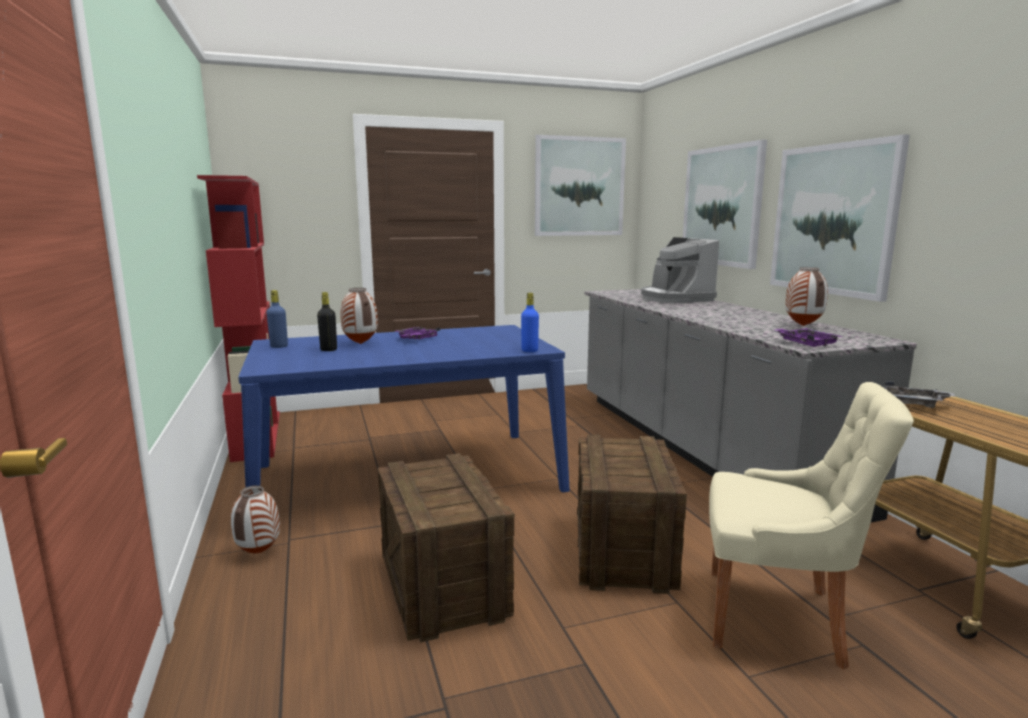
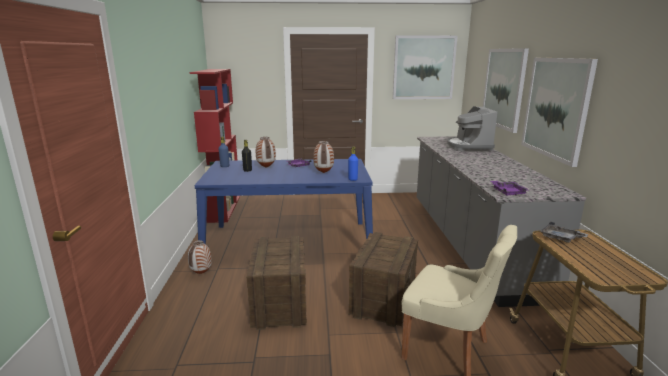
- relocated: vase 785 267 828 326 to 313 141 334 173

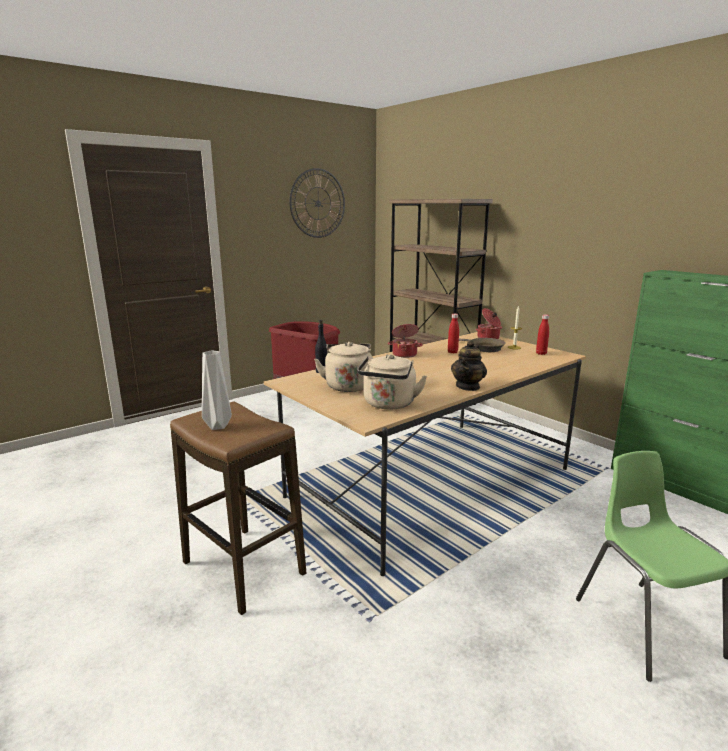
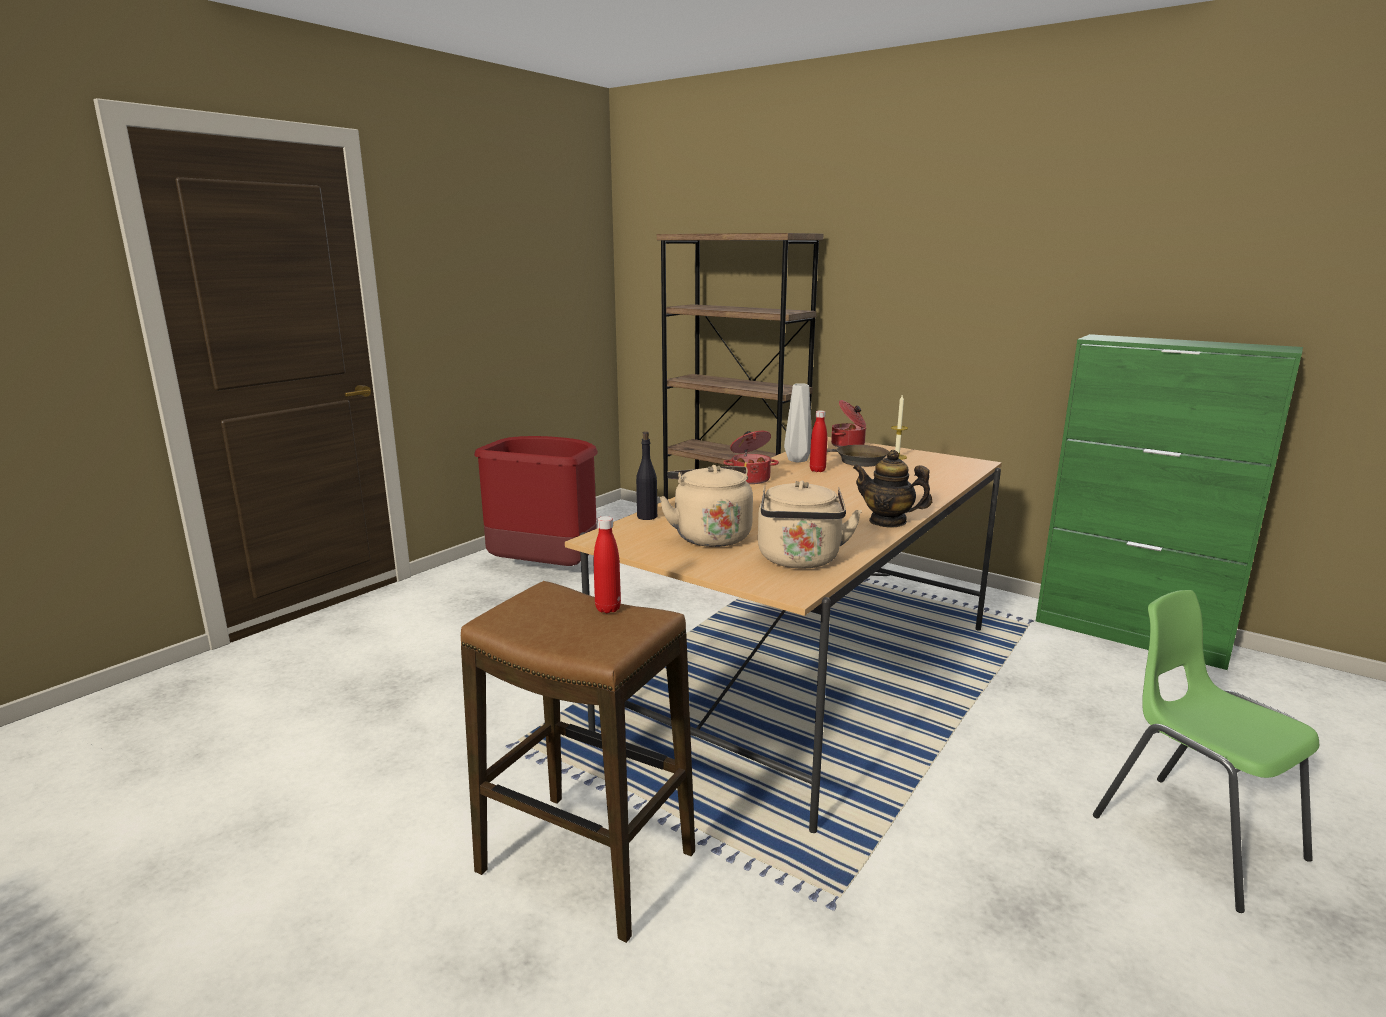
- missing: wall clock 290 168 345 238
- relocated: grey vase 202 351 232 430 to 784 383 812 463
- relocated: red bottle 536 315 549 355 to 594 516 621 613
- spun: teapot 451 340 487 391 = 853 450 932 528 105 degrees clockwise

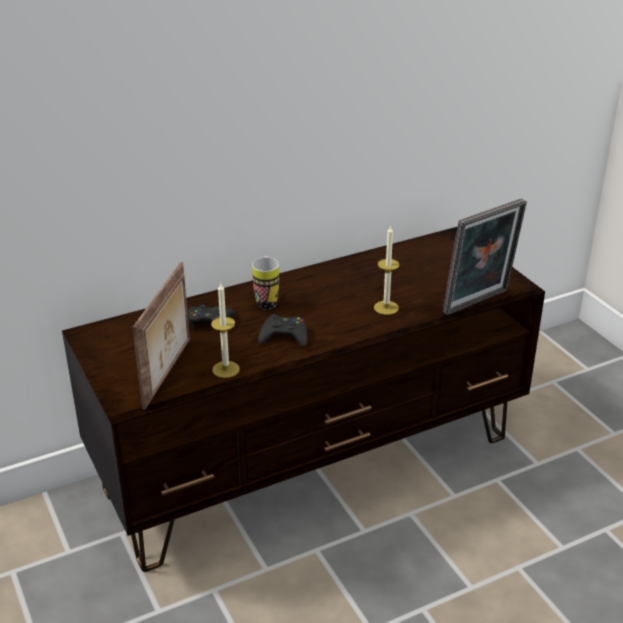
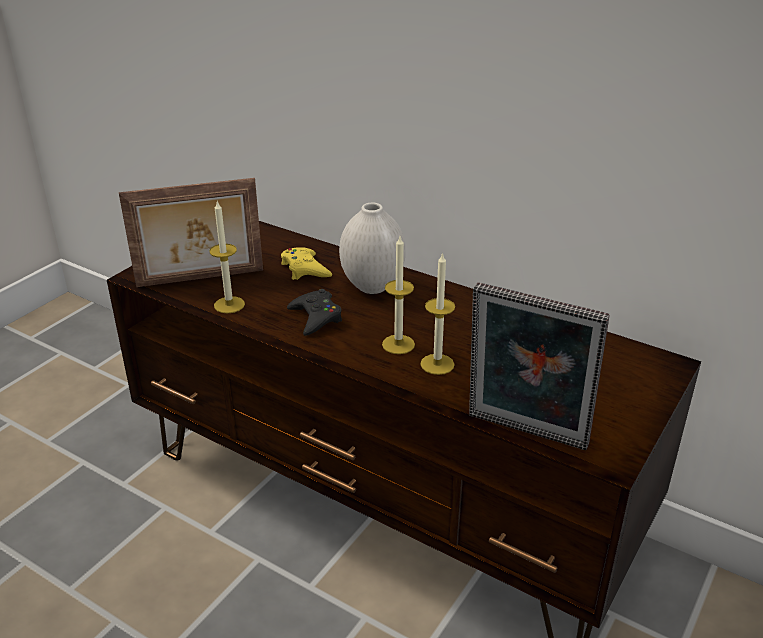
- appeared: candle 382 236 415 354
- exchanged: mug 252 256 279 310 to white vase 339 203 406 294
- colour: black game controller 188 305 236 329 to yellow game controller 281 247 332 280

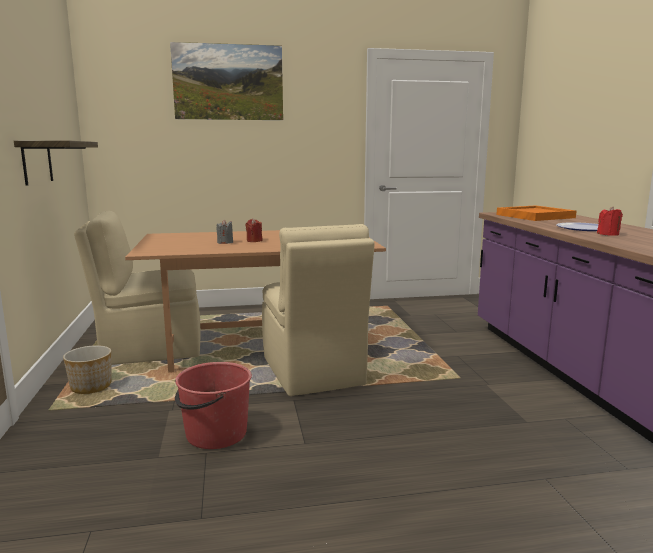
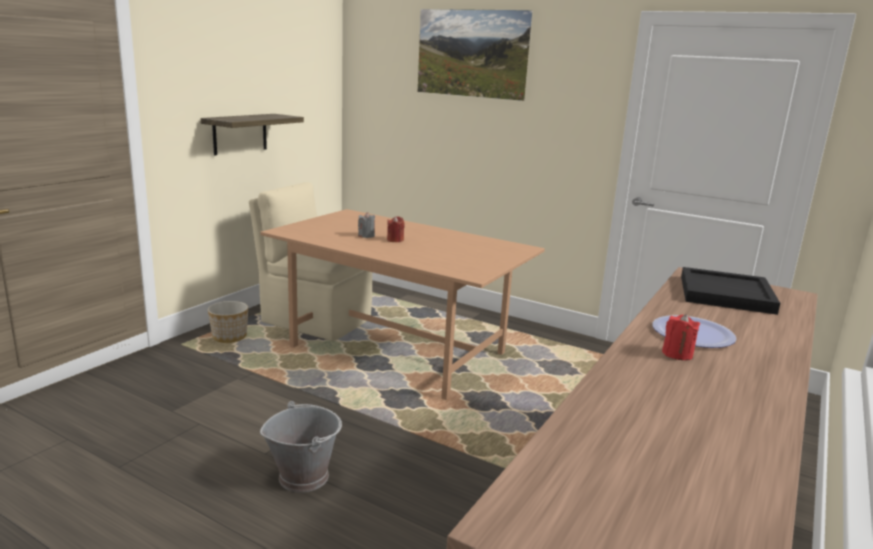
- missing: red bucket 175 362 252 449
- missing: beige chair 262 224 375 396
- appeared: grey bucket 260 401 342 492
- colour: orange tray 496 205 576 221 to black tray 681 267 780 315

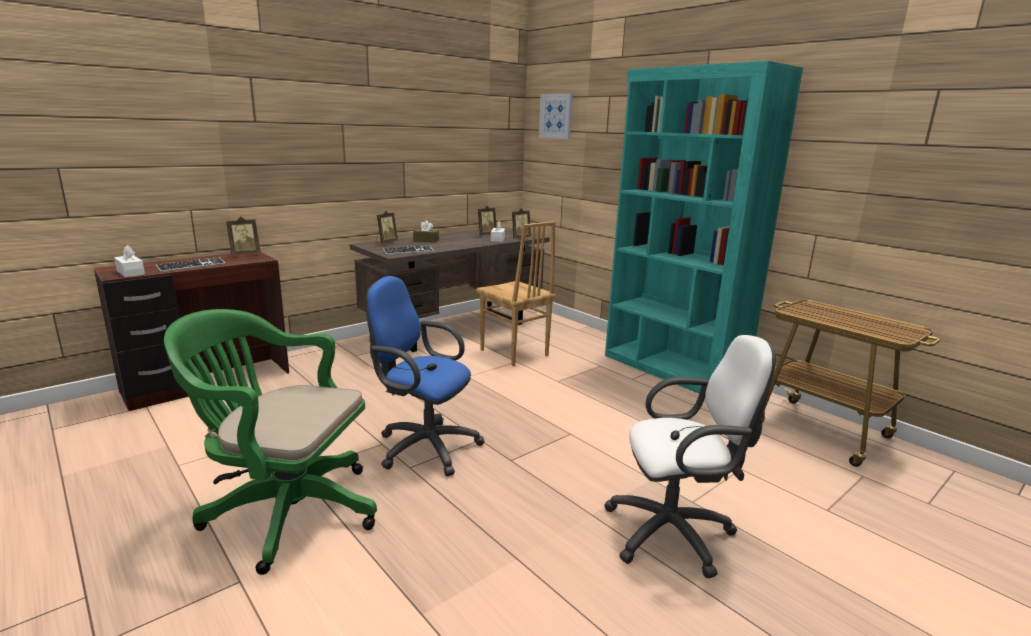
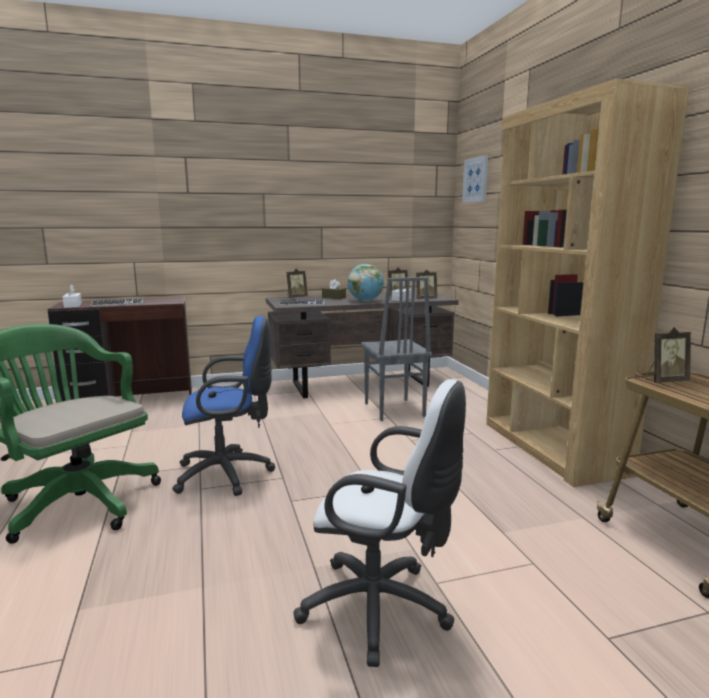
- appeared: globe 348 264 384 301
- relocated: picture frame 226 216 260 255 to 646 327 691 383
- colour: brown chair 476 221 555 366 to grey chair 361 277 432 421
- colour: turquoise bookcase 605 61 803 393 to brown bookcase 486 79 690 487
- spun: blue office chair 366 276 484 476 = 172 316 275 496 120 degrees clockwise

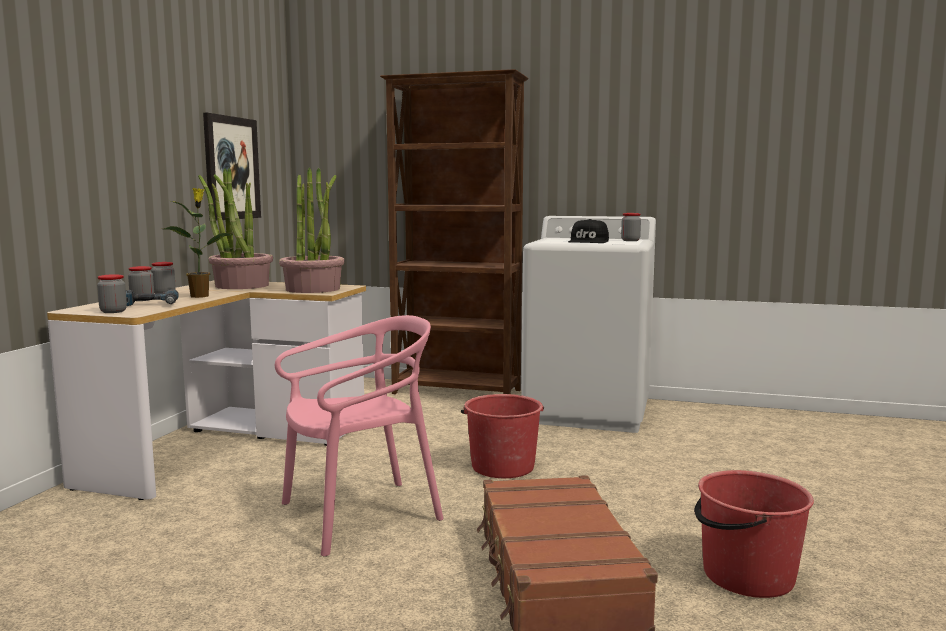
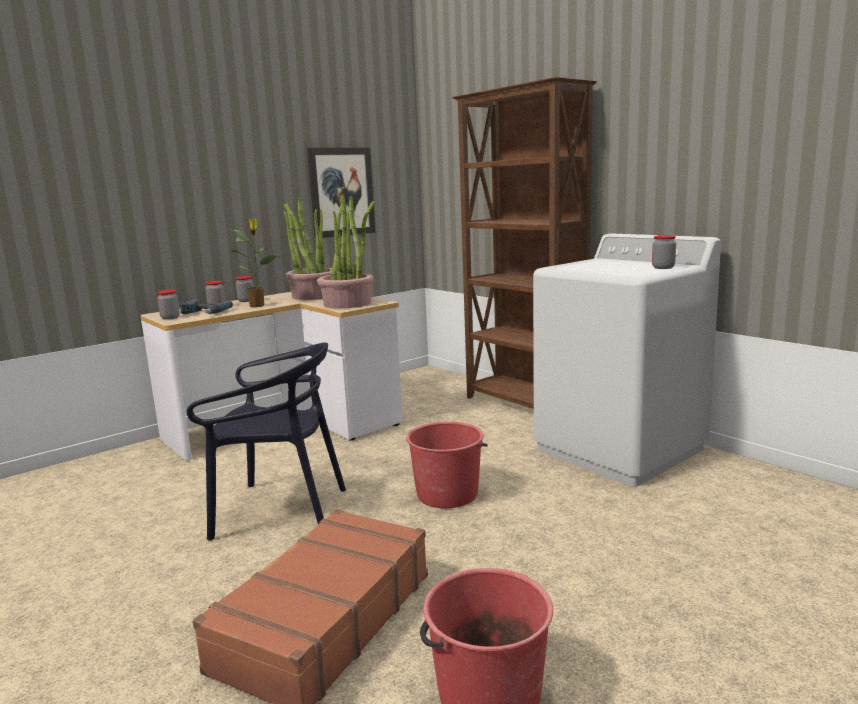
- missing: black cap 568 219 609 243
- colour: pink chair 275 315 444 557 to black chair 187 343 346 540

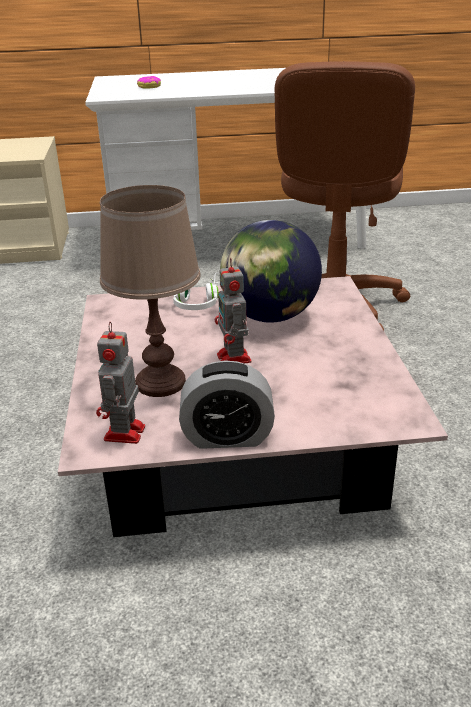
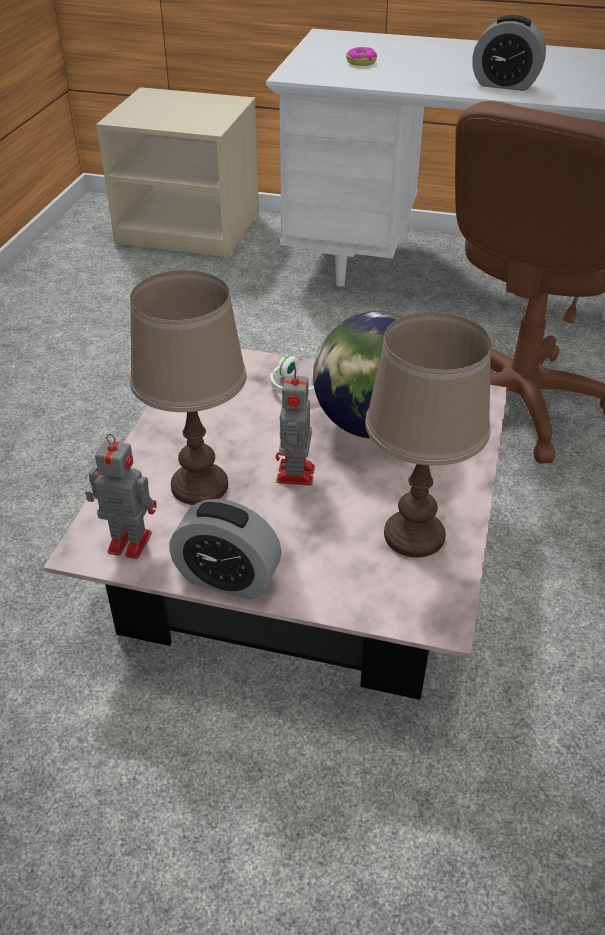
- appeared: brown table lamp 365 312 492 557
- appeared: alarm clock 472 15 546 91
- spun: toy robot 96 322 145 444 = 85 434 157 559 75 degrees clockwise

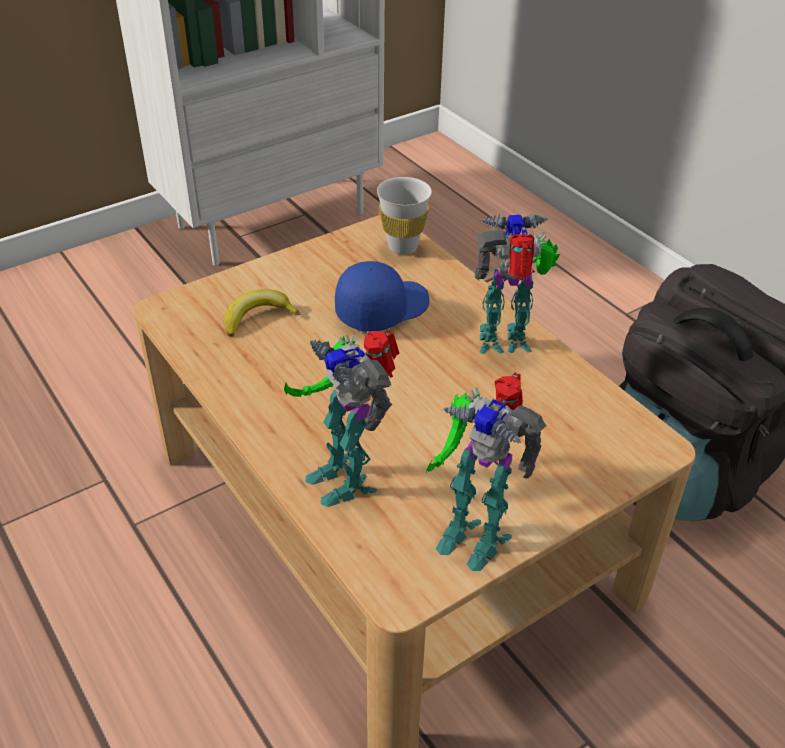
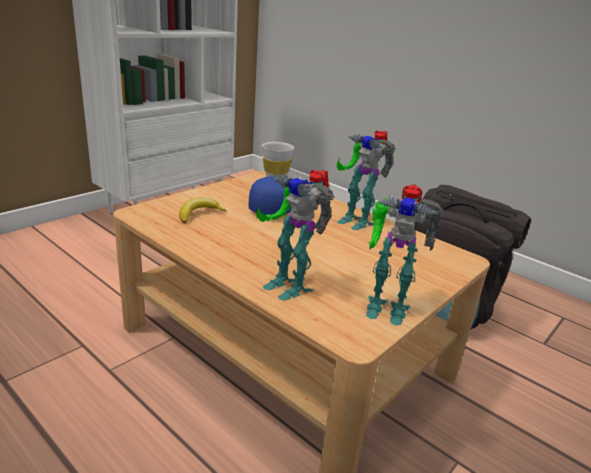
- spun: toy robot 475 214 560 354 = 336 130 396 230 120 degrees counterclockwise

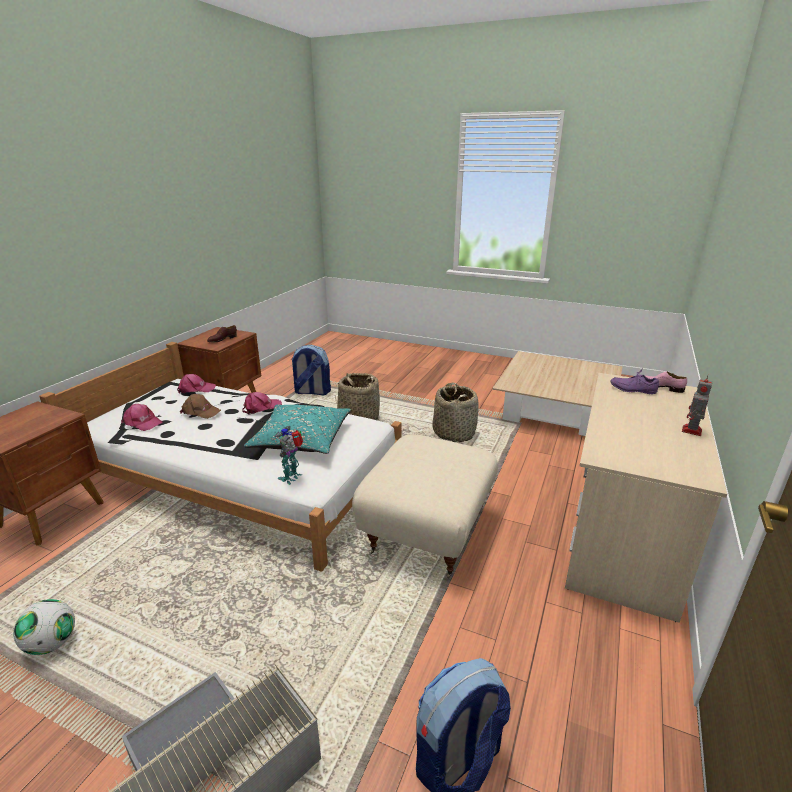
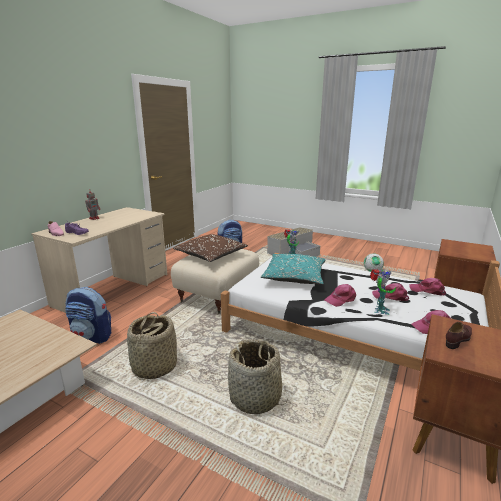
- appeared: brown pillow 173 234 248 262
- appeared: toy robot 370 269 396 315
- relocated: backpack 291 345 331 395 to 65 287 111 344
- colour: brown cap 180 394 221 419 to pink cap 372 283 409 301

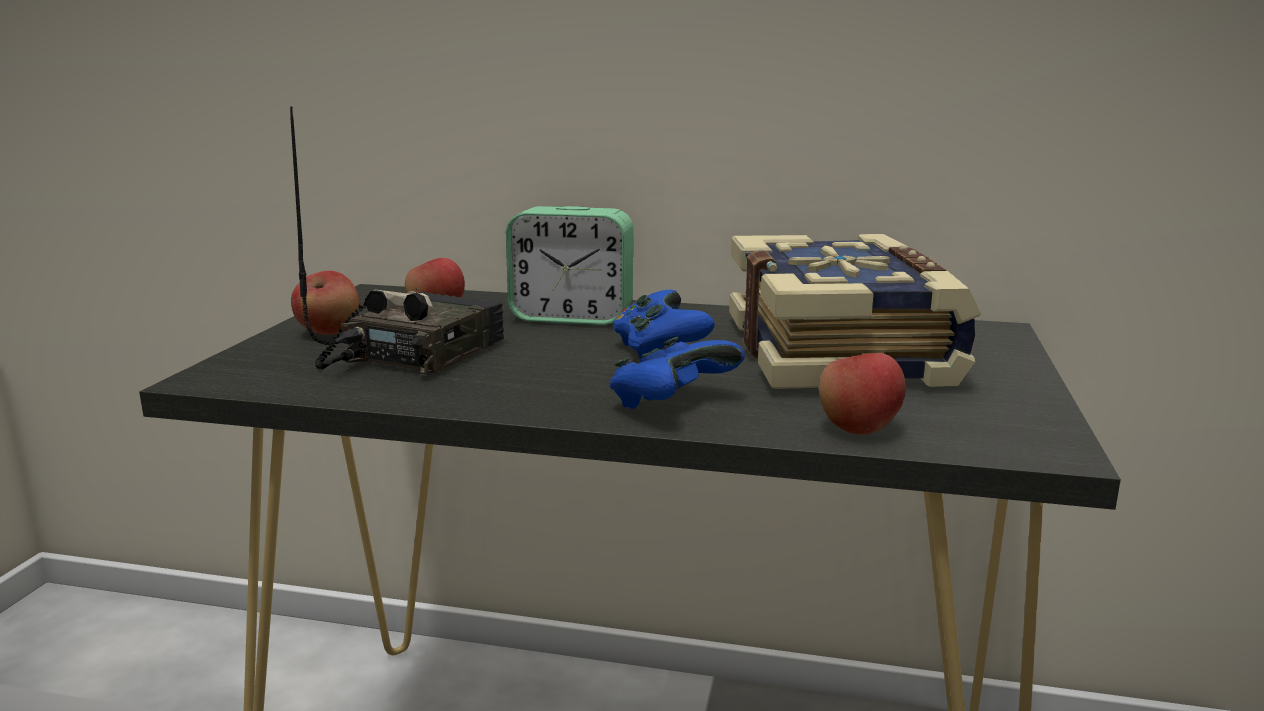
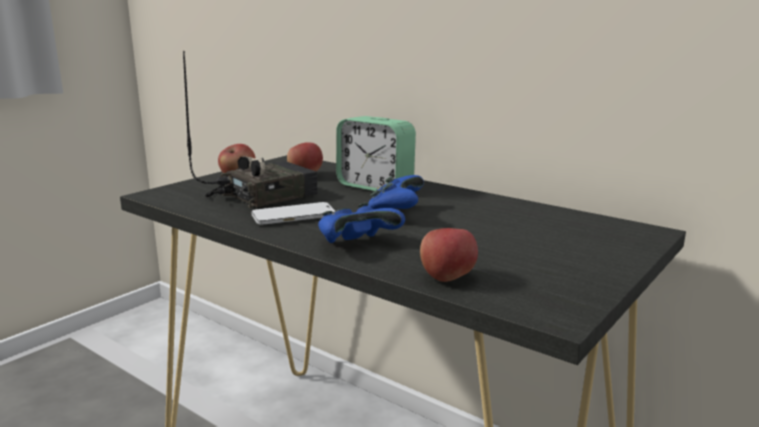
- missing: book 729 234 981 389
- appeared: phone 251 202 336 225

